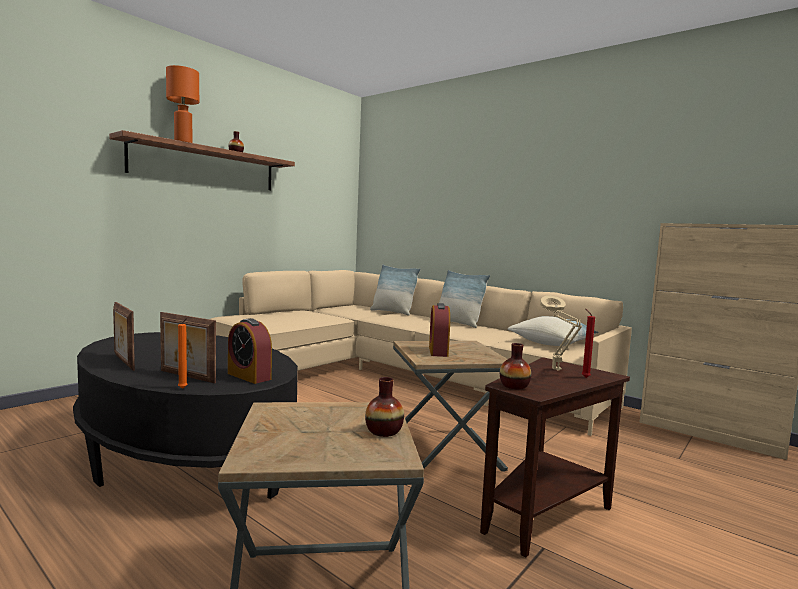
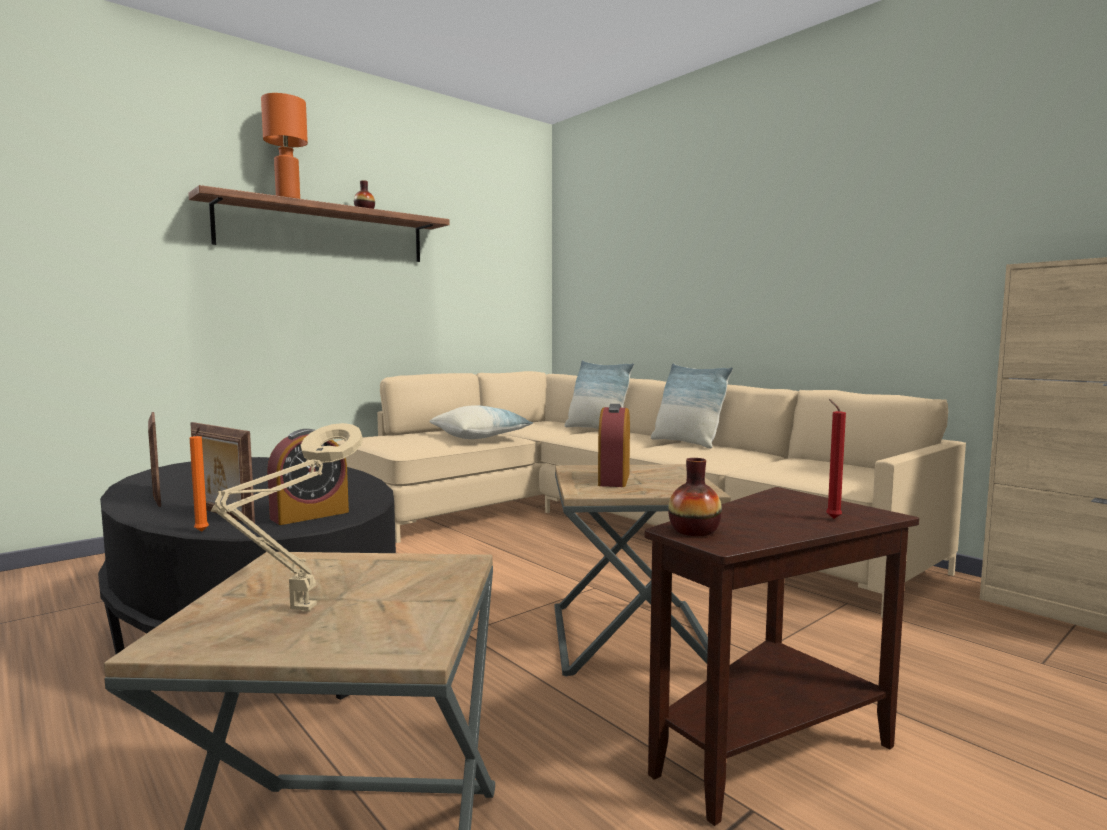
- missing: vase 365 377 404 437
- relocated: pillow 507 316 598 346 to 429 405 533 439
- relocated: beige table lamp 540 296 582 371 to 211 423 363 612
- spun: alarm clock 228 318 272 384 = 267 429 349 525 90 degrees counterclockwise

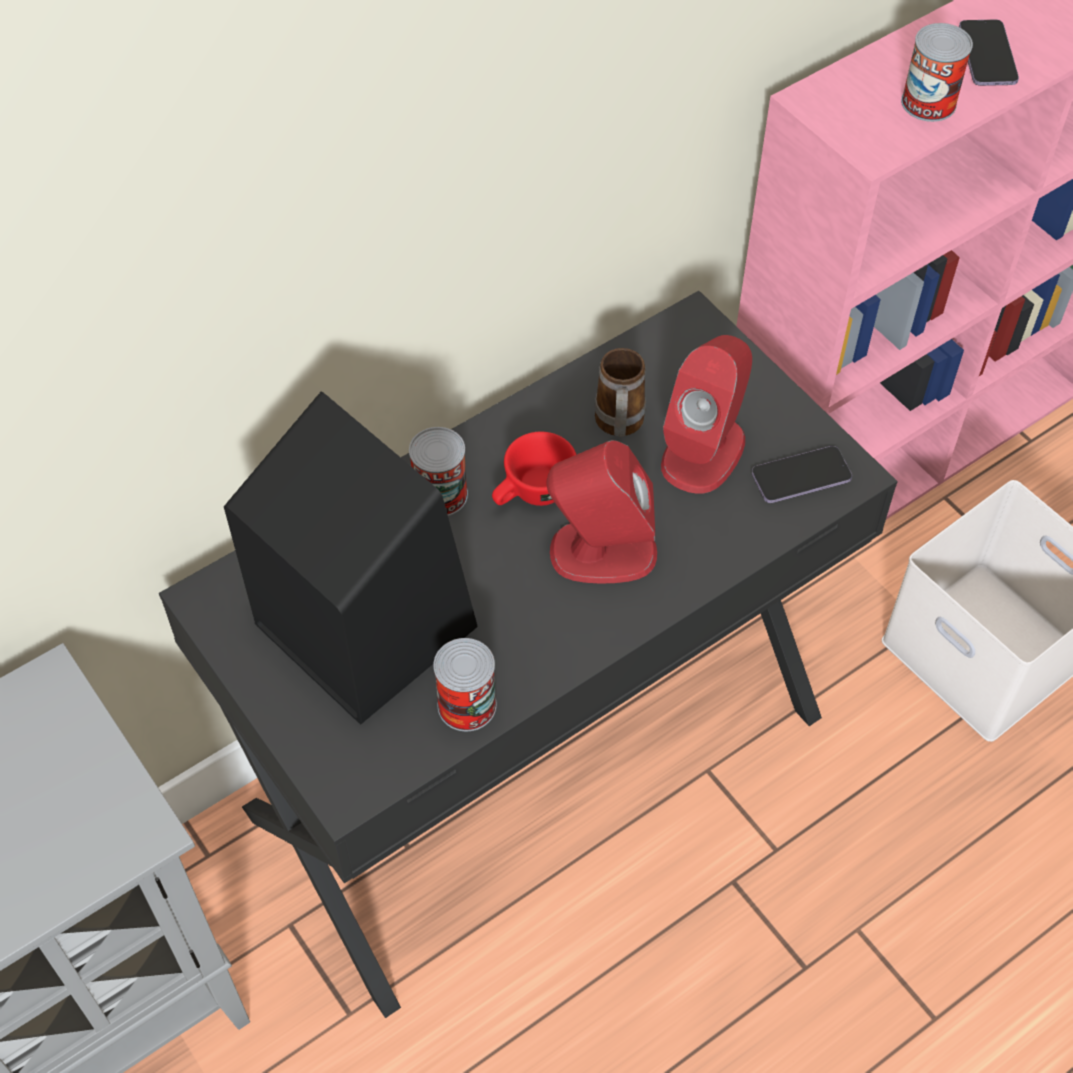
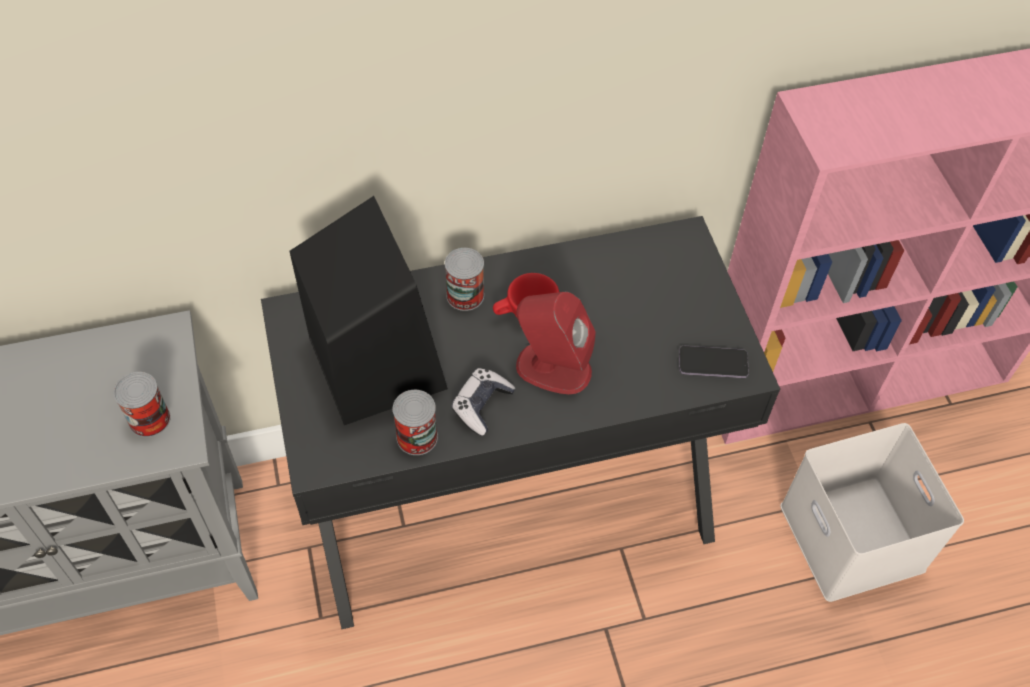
- missing: mug 595 348 646 437
- missing: red speaker 661 335 752 494
- missing: phone 959 20 1019 86
- appeared: game controller 452 368 515 436
- relocated: can 901 23 973 122 to 113 372 171 437

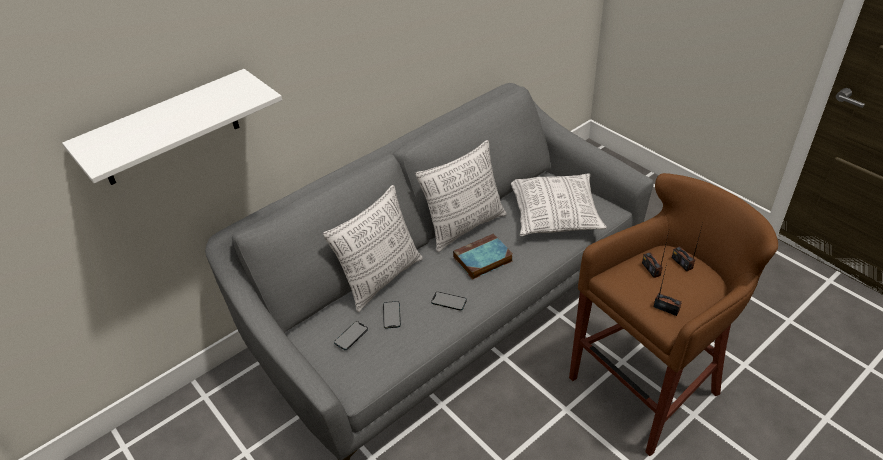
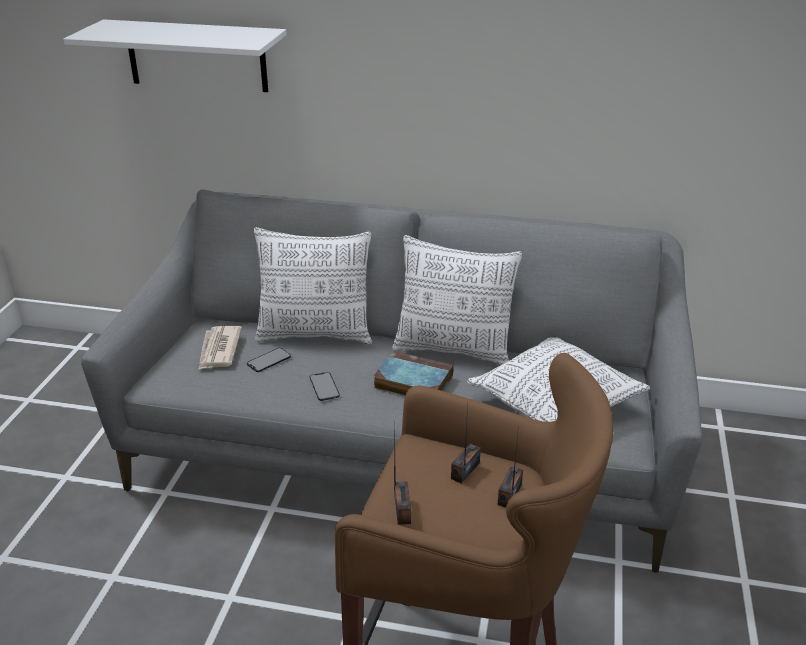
- exchanged: phone 334 321 368 350 to newspaper 198 326 242 370

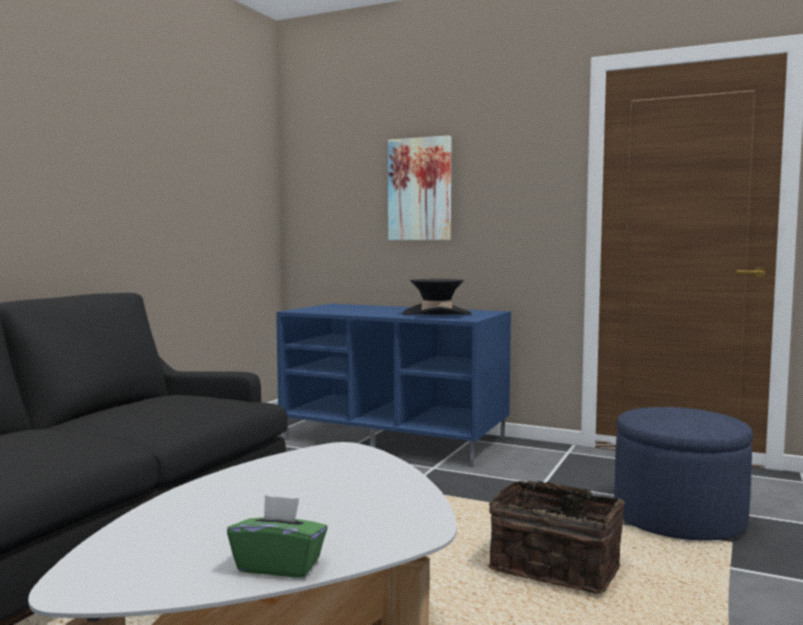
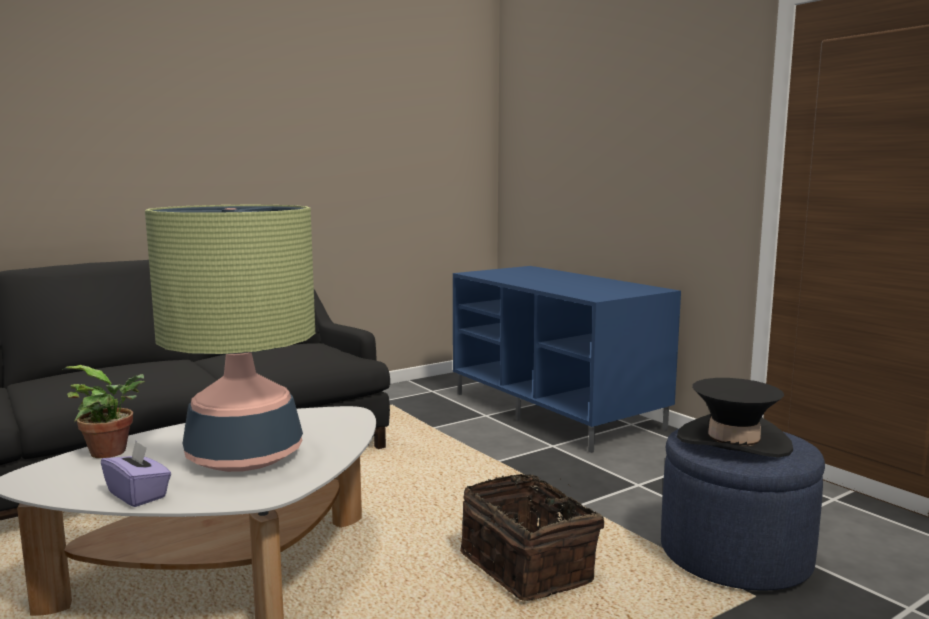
- missing: picture 388 135 451 240
- appeared: potted plant 62 365 145 458
- appeared: table lamp 145 205 315 472
- relocated: black hat 402 279 471 315 to 677 378 793 458
- colour: green tissue box 227 495 328 578 to purple tissue box 101 441 171 507

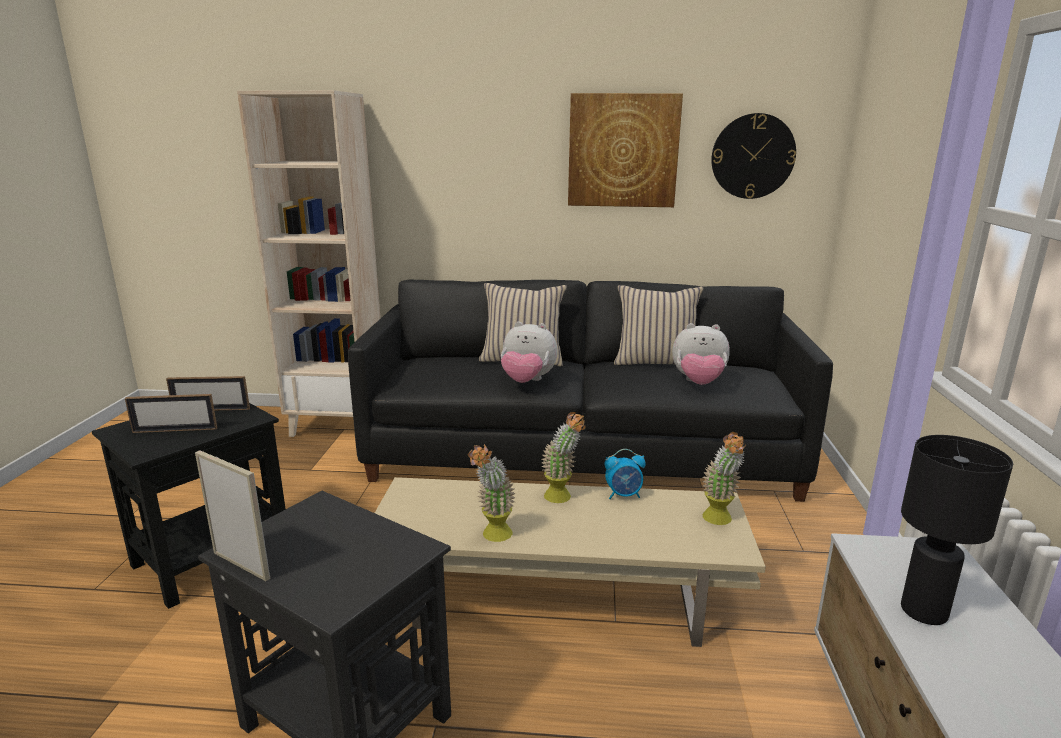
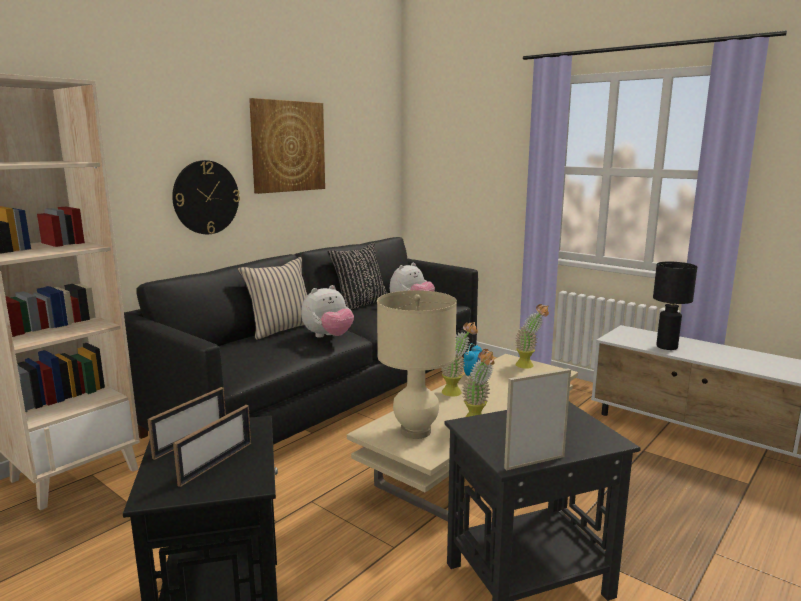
- appeared: beige table lamp 377 290 457 439
- relocated: wall clock 711 113 796 199 to 172 160 240 234
- colour: beige pillow 614 285 704 365 to black pillow 328 242 388 310

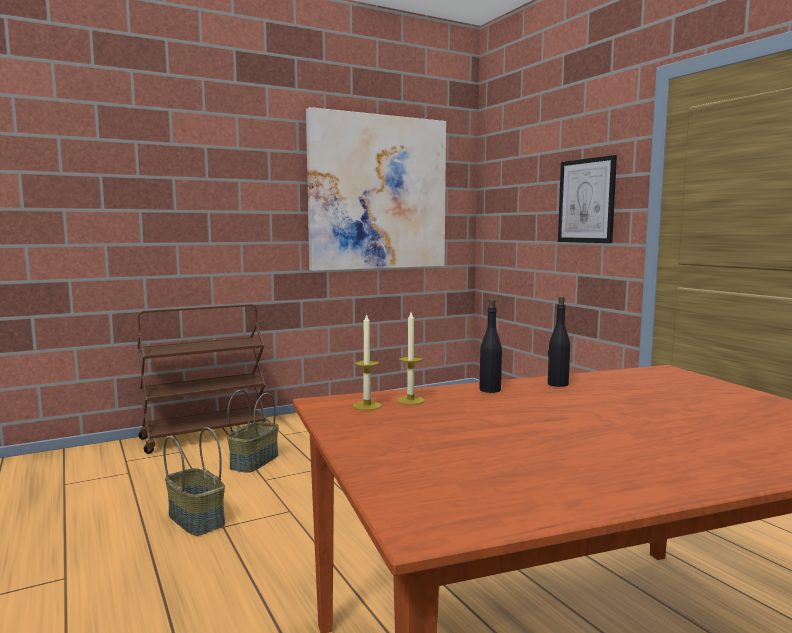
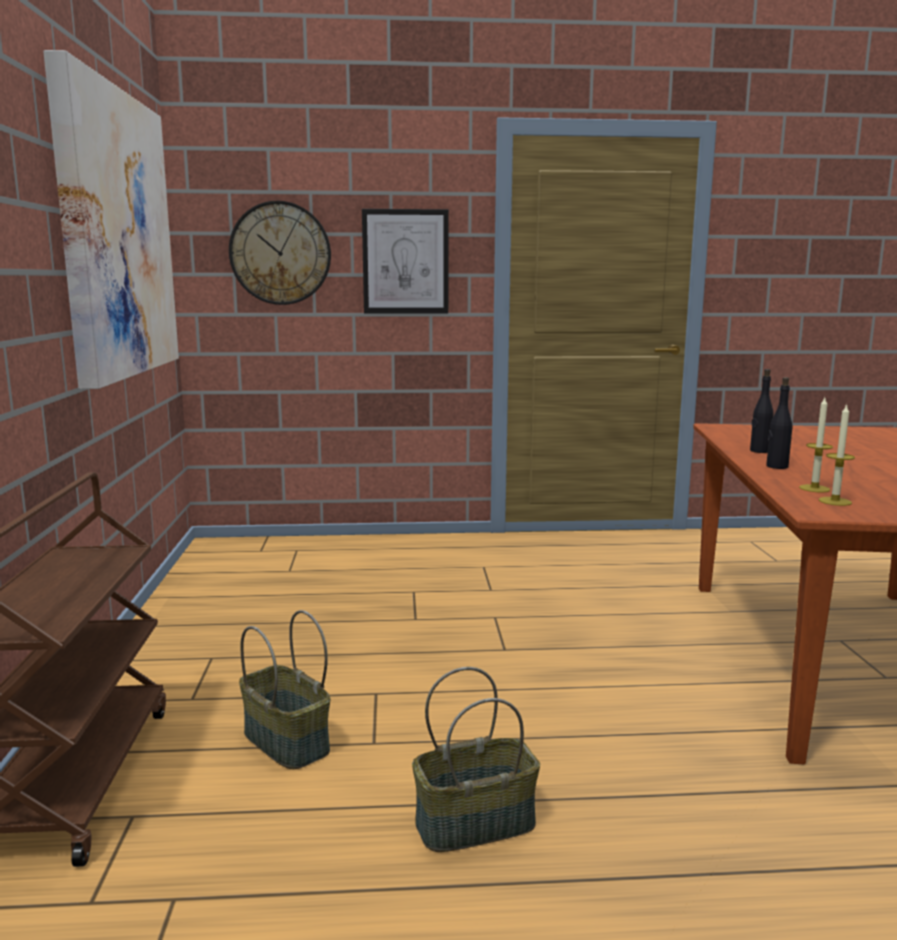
- appeared: wall clock 229 201 331 305

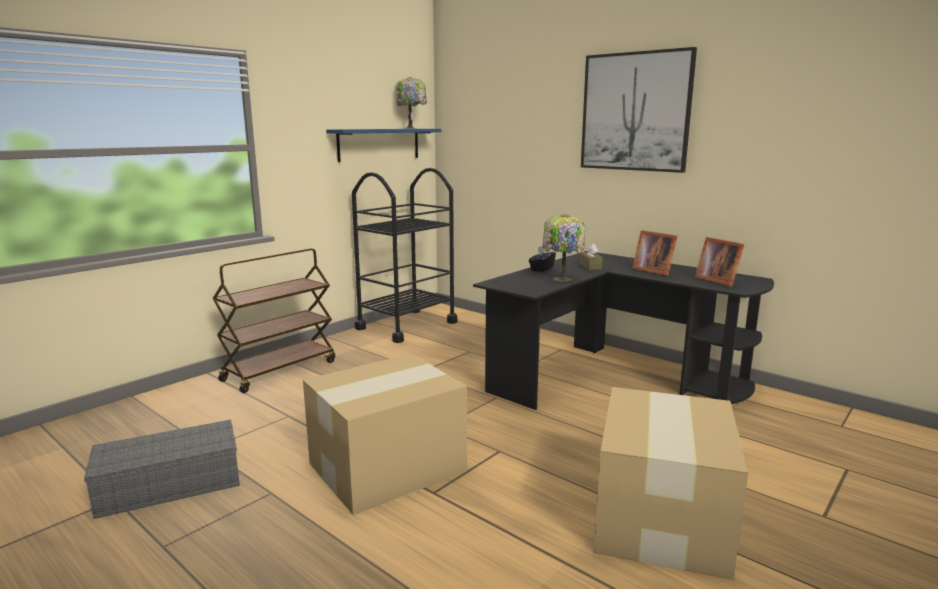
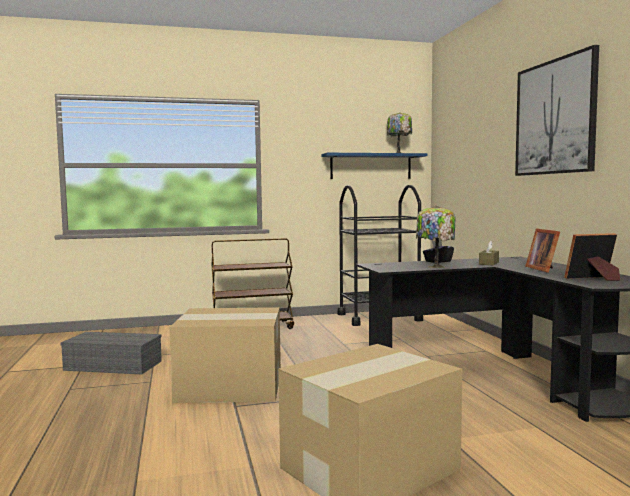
- spun: picture frame 695 237 744 287 = 564 233 620 281 75 degrees clockwise

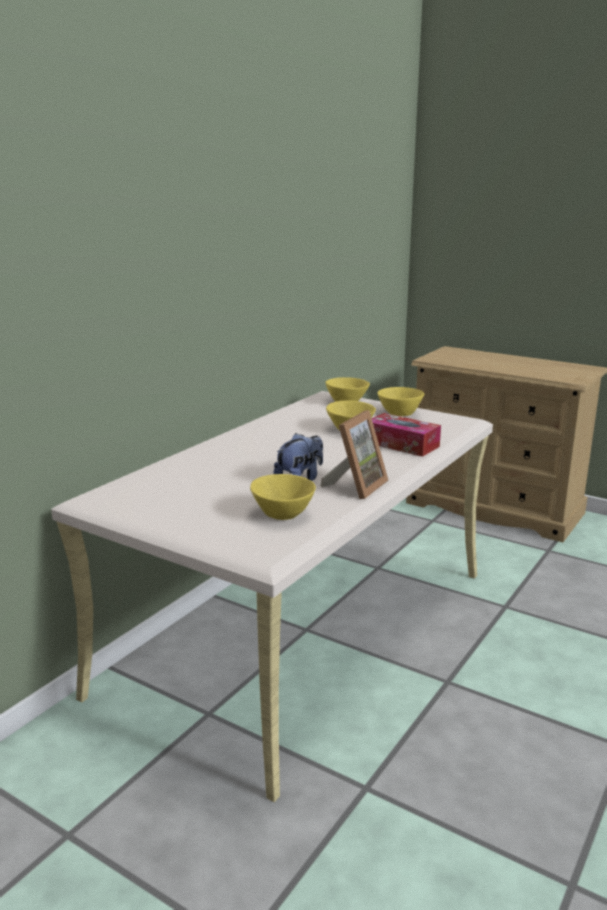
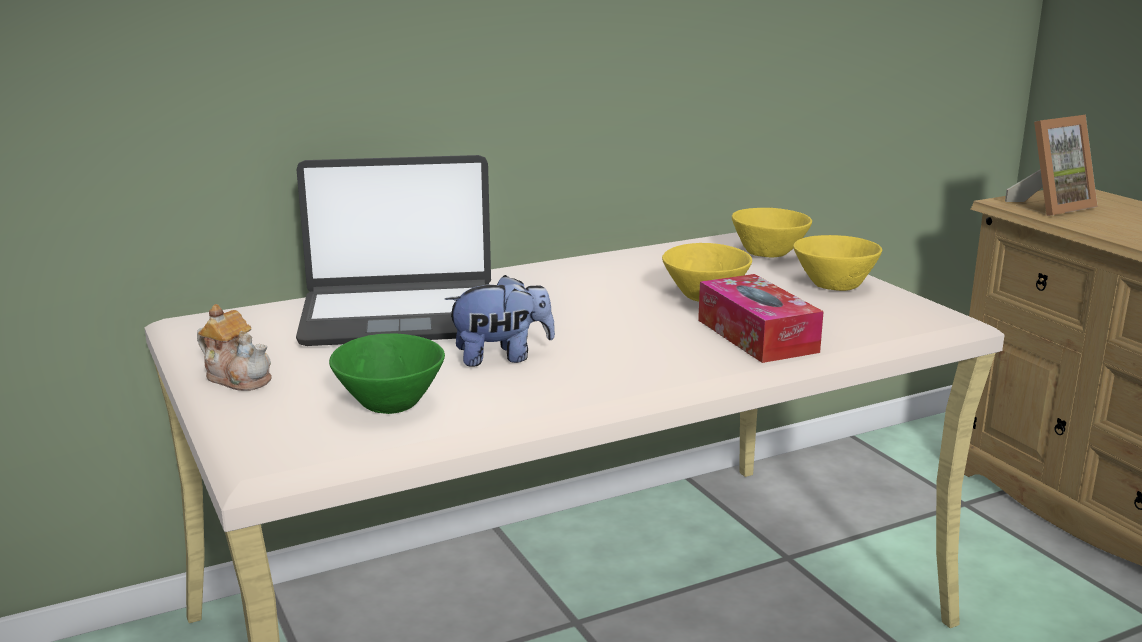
- appeared: teapot 197 304 272 391
- appeared: laptop 296 155 491 346
- relocated: picture frame 320 410 389 499 to 1005 115 1098 216
- colour: yellow bowl 250 474 316 520 to green bowl 329 333 445 414

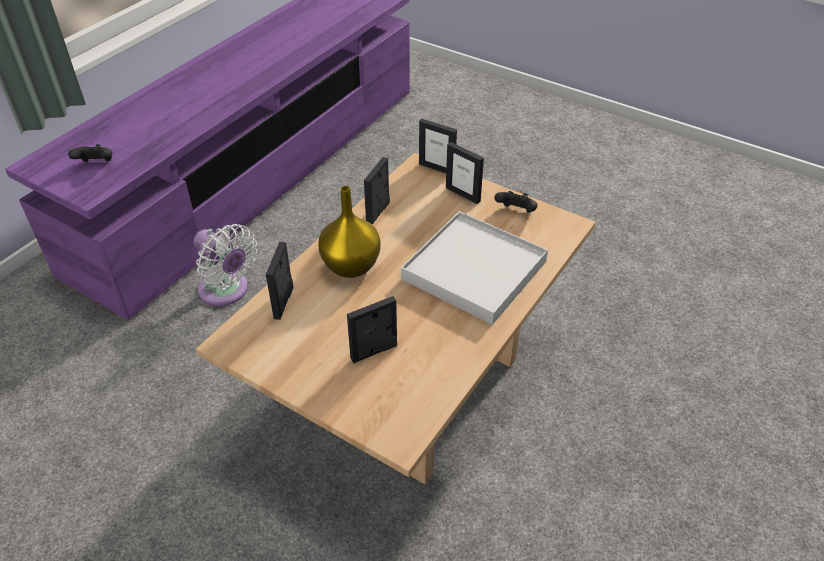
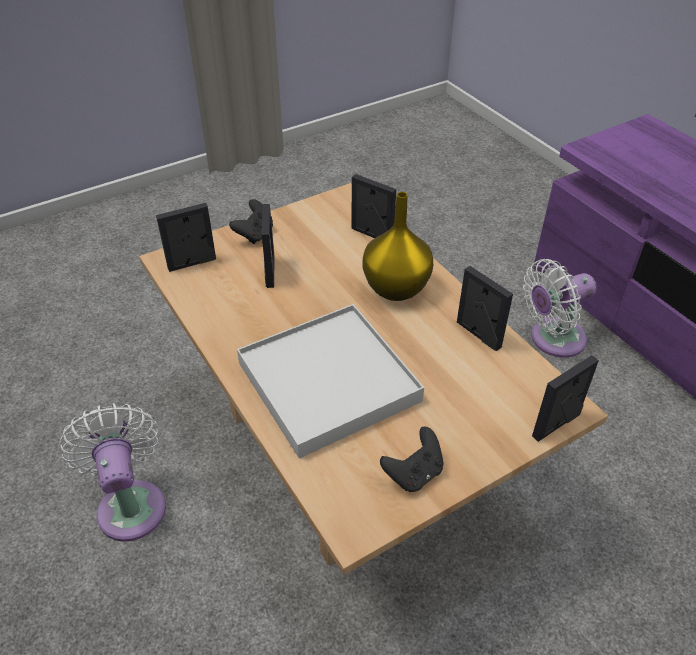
- appeared: white fan 59 403 166 542
- relocated: black game controller 68 144 112 162 to 229 199 273 244
- relocated: picture frame 446 142 484 204 to 156 203 216 272

